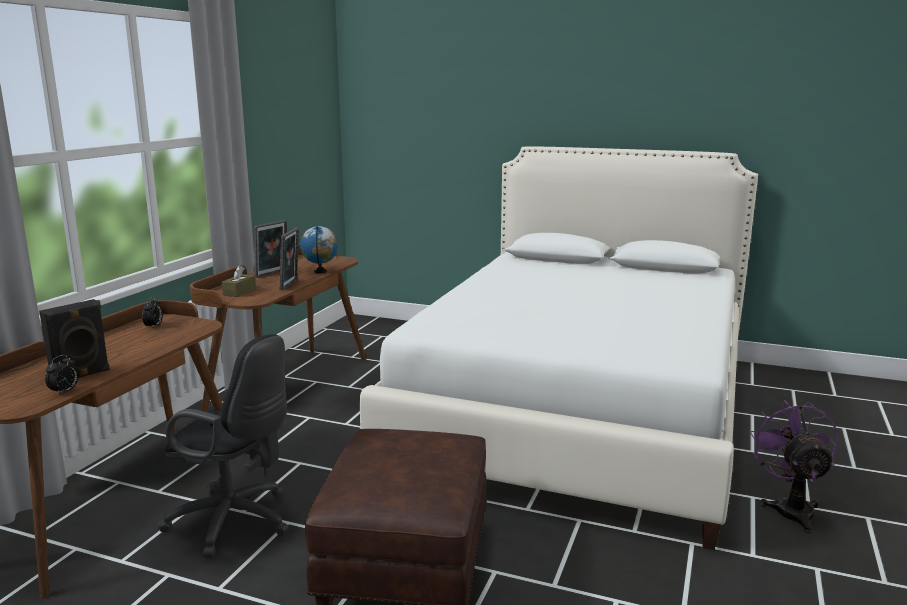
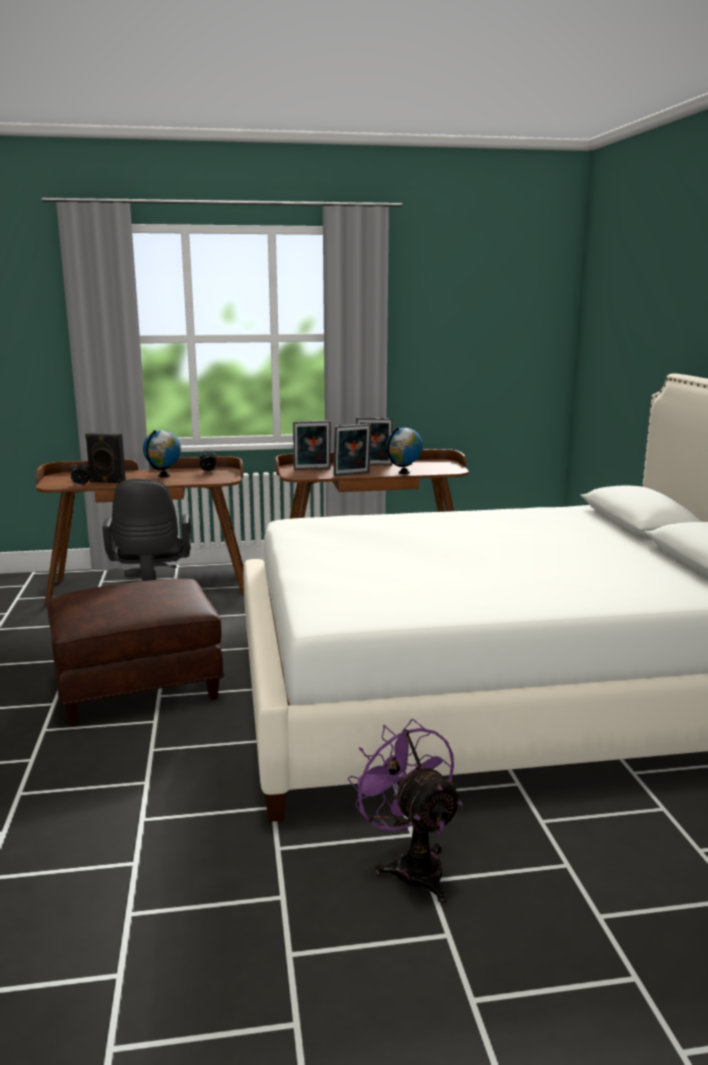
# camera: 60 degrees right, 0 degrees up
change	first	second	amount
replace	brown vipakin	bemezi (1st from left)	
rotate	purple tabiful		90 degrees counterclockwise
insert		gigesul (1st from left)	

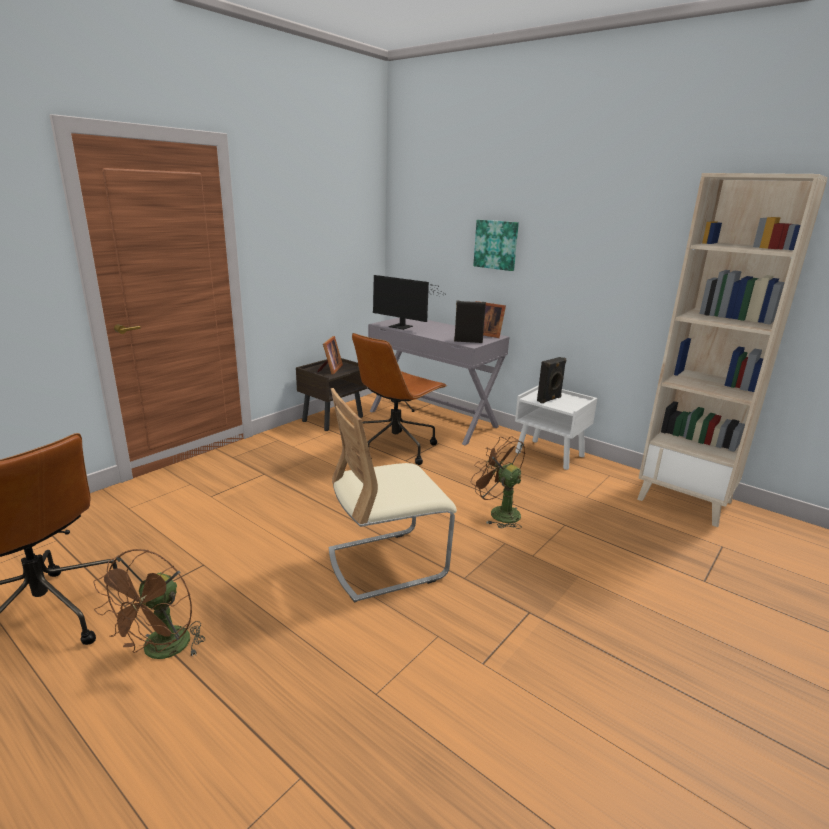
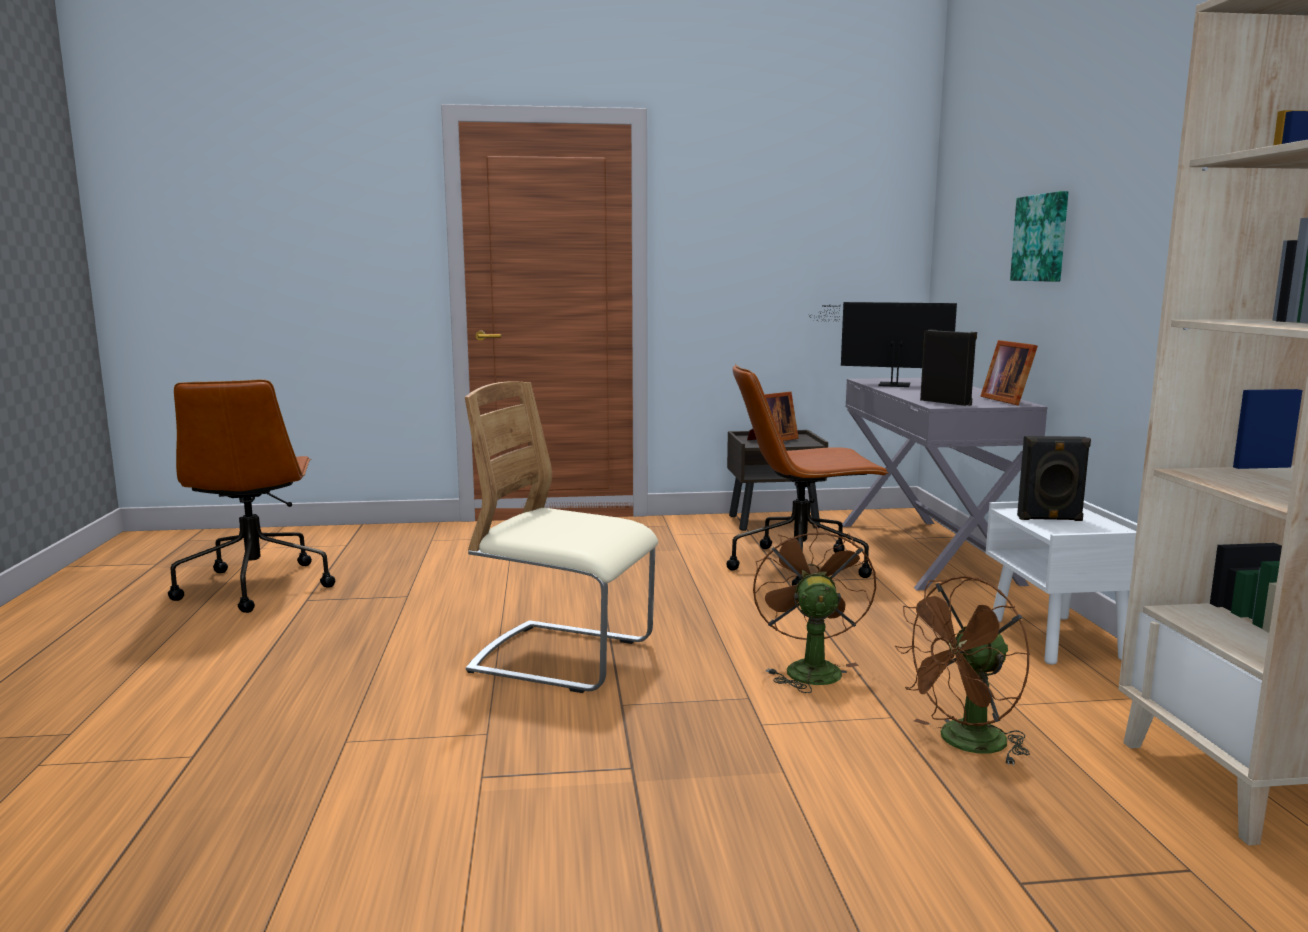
# camera: 45 degrees right, 10 degrees down
change	first	second	amount
move	brown tabiful (1st from left in the first image)	brown tabiful (2nd from left)	
rotate	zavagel		120 degrees clockwise

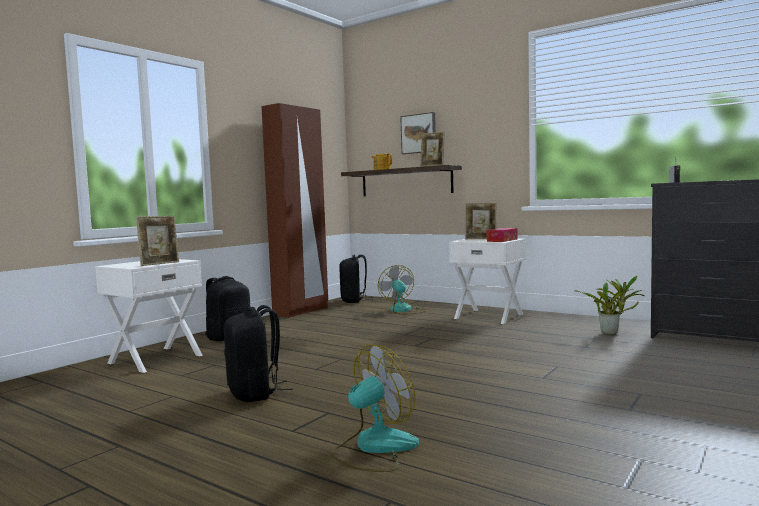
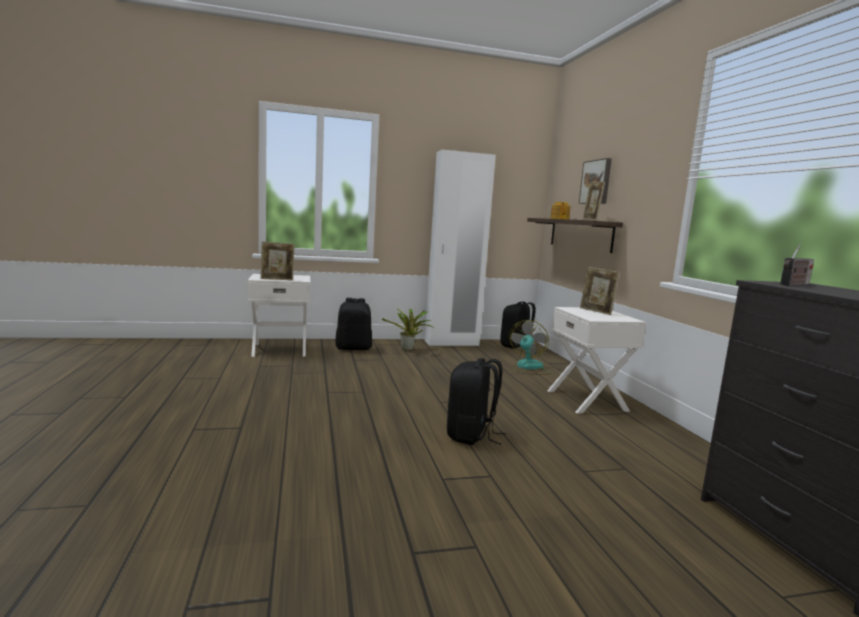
# camera: 40 degrees right, 5 degrees up
change	first	second	amount
move	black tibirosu (2nd from left)		
recolor	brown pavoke	white pavoke	
delete	tabiful (1st from left)		
delete	vipakin		
move	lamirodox		

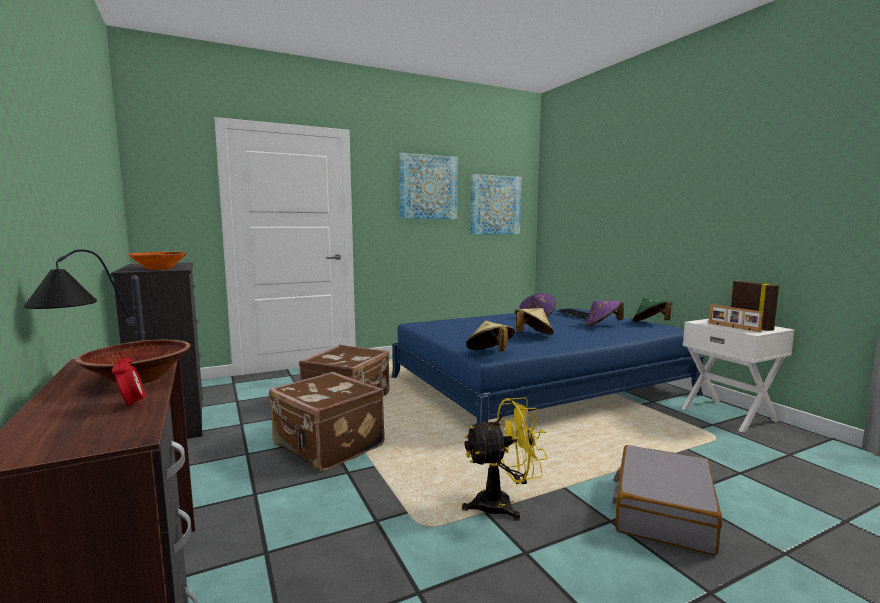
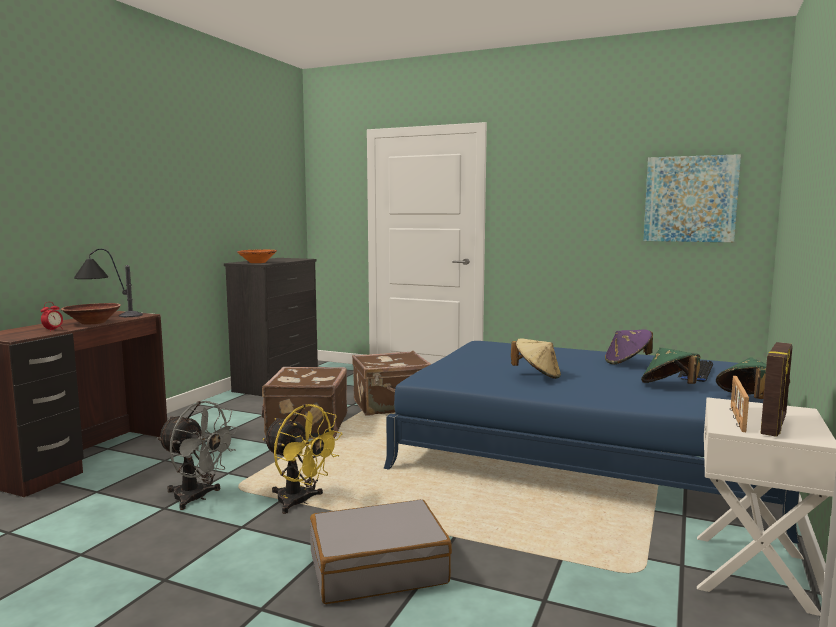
# camera: 50 degrees right, 0 degrees up
change	first	second	amount
delete	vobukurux (1st from left)		
delete	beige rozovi (1st from left)		
recolor	purple rozovi (2nd from left)	green rozovi (1st from left)	
insert		grey tabiful	

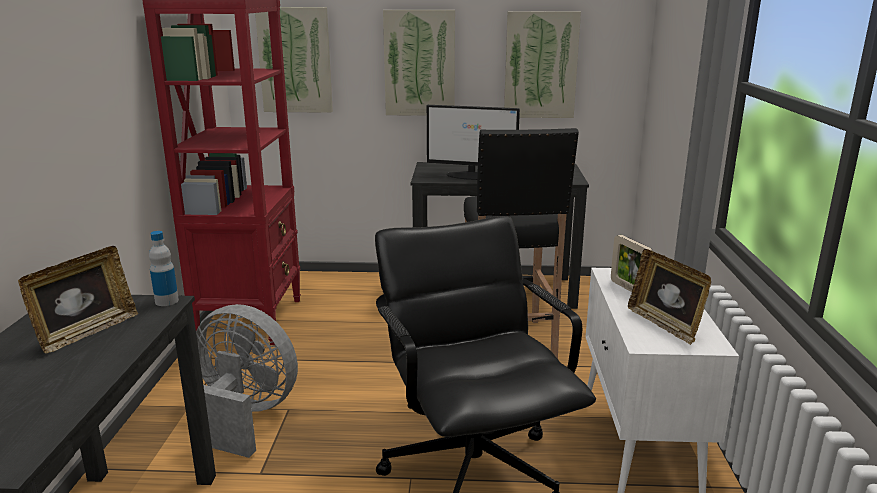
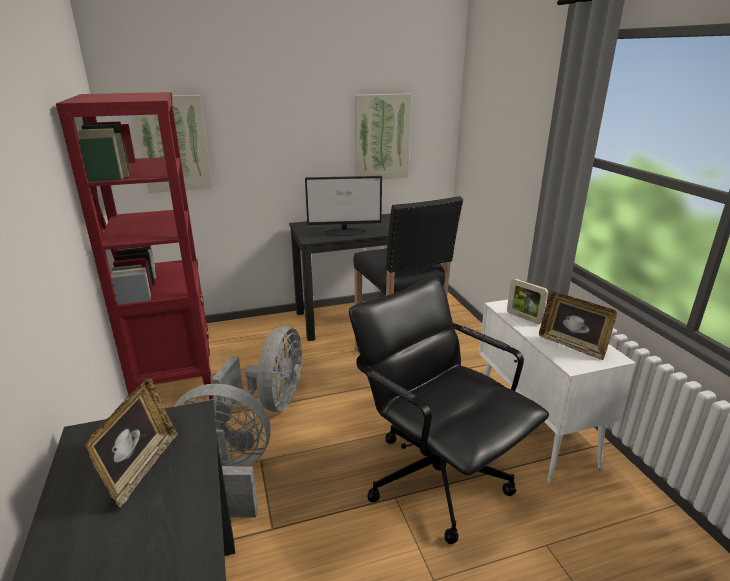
# camera: 20 degrees left, 5 degrees up
change	first	second	amount
delete	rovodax		
delete	vobukurux (2nd from left)		
insert		grey tabiful (2nd from left)	

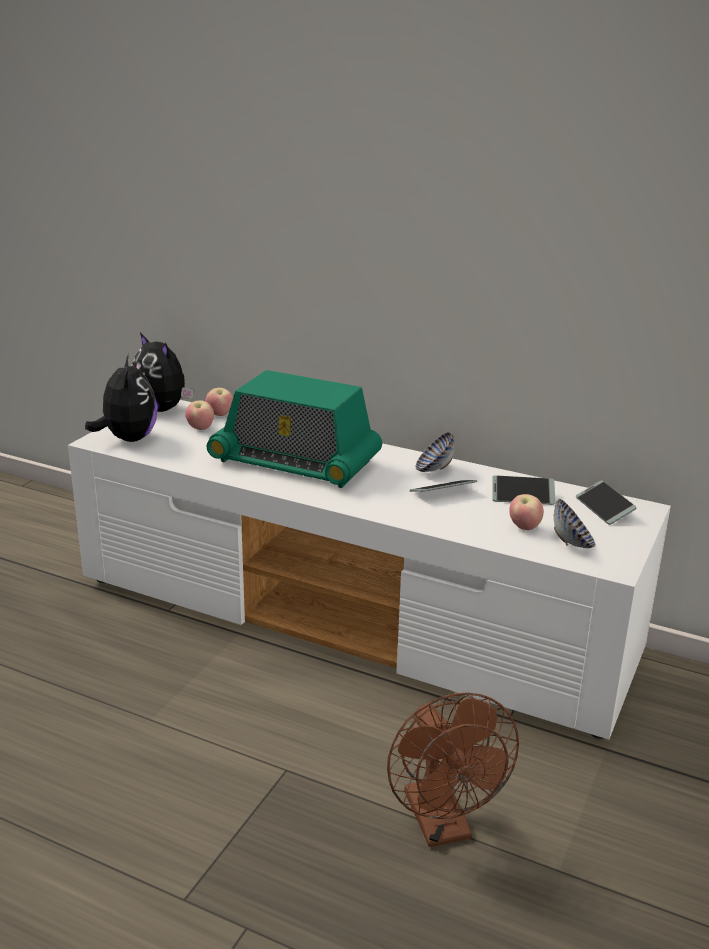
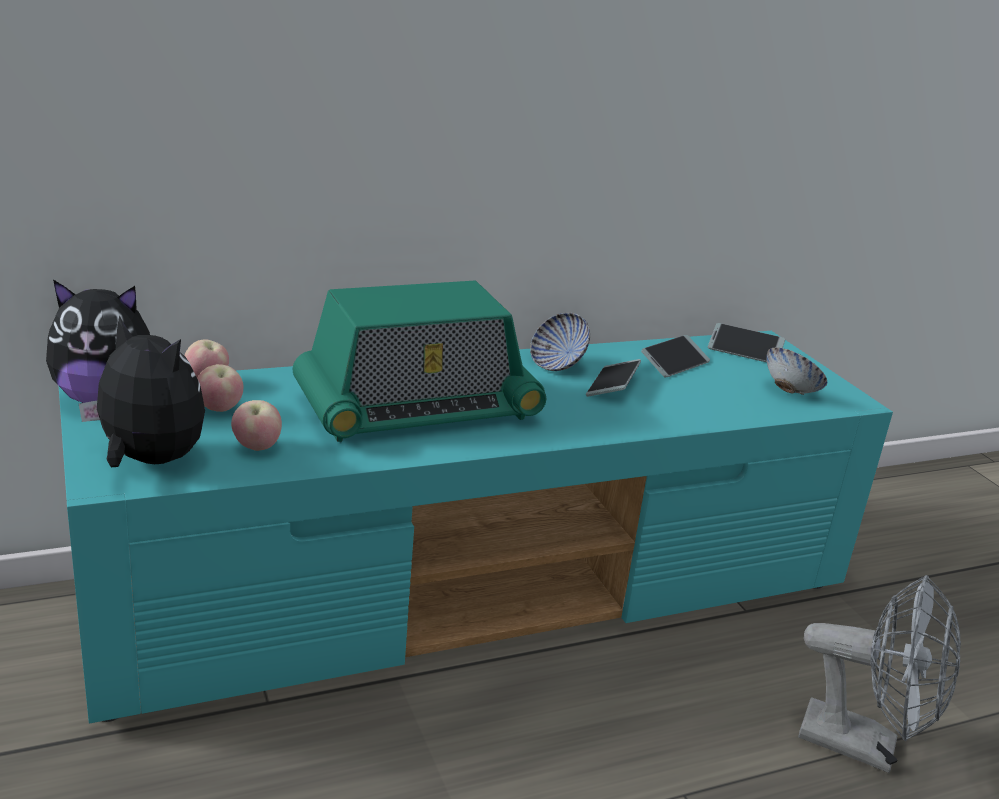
# camera: 50 degrees left, 0 degrees up
change	first	second	amount
recolor	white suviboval	turquoise suviboval	
recolor	brown tabiful	grey tabiful	
move	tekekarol (3rd from left)		

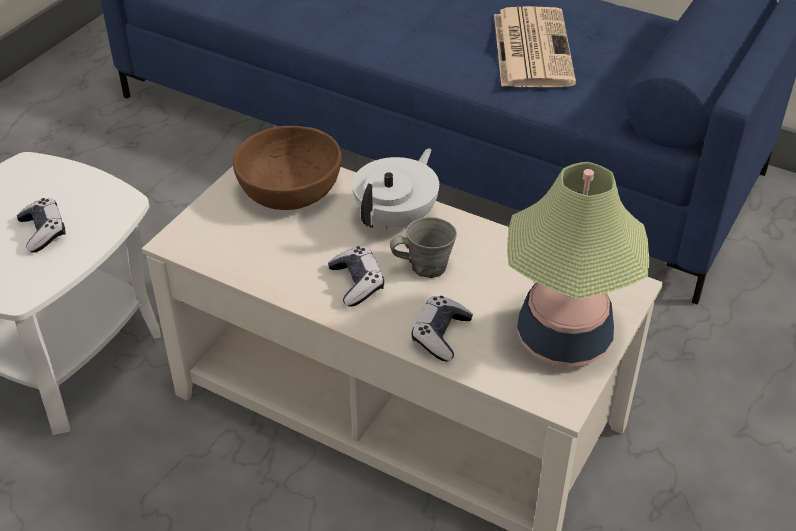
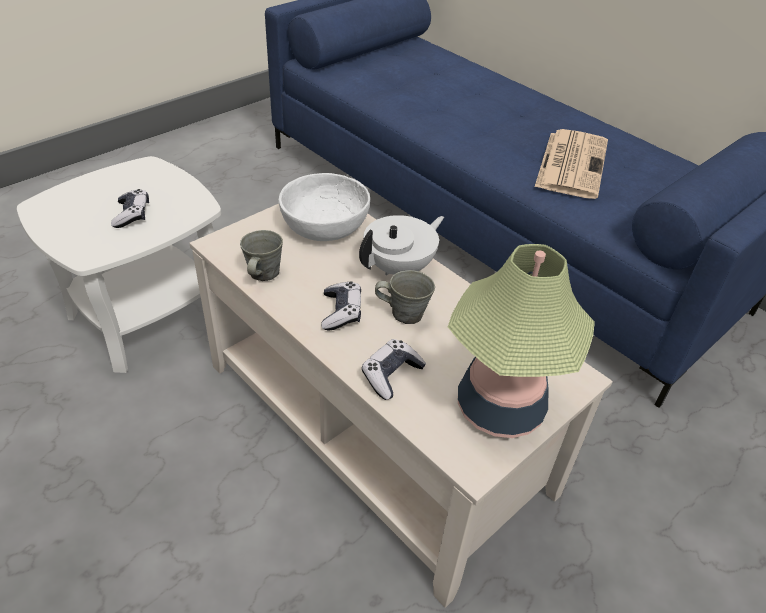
# camera: 15 degrees right, 0 degrees up
change	first	second	amount
recolor	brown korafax	white korafax	
insert		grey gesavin (1st from left)	

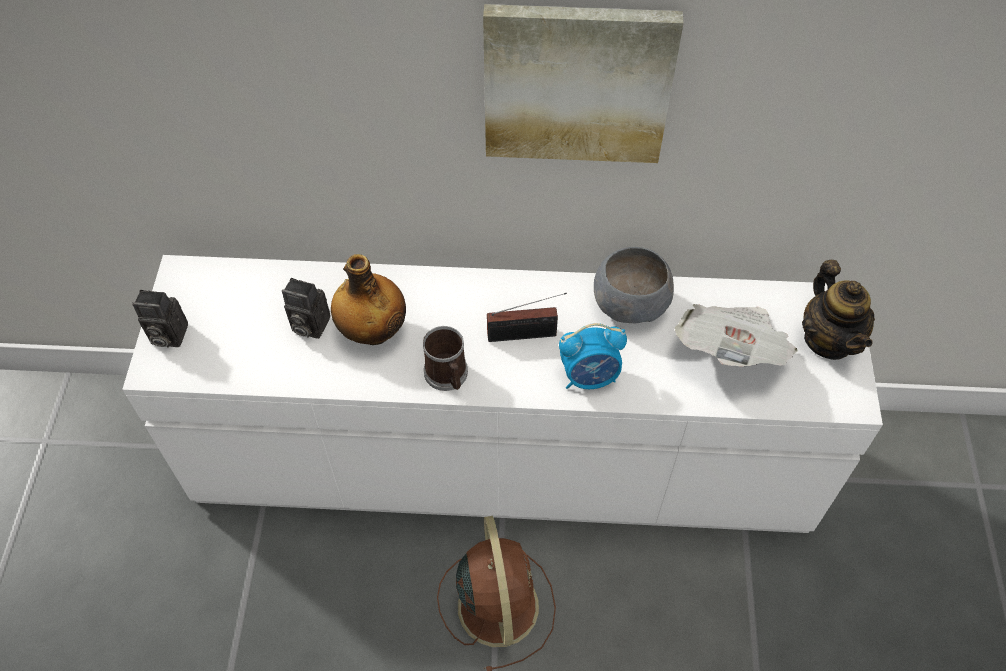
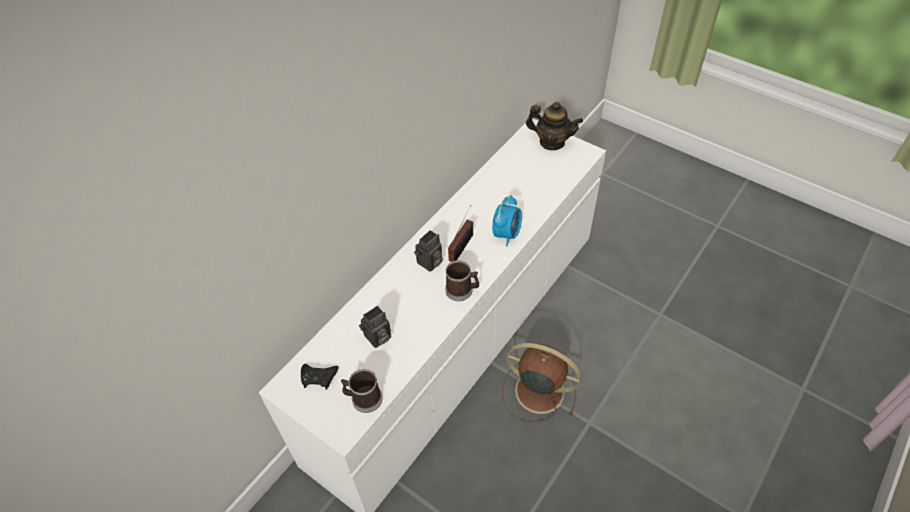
# camera: 55 degrees left, 5 degrees down
change	first	second	amount
move	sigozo (1st from left in the first image)	sigozo (2nd from left)	
delete	rovodax		
delete	vobukurux		
delete	grey korafax		
delete	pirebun		
insert		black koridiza	
insert		gesavin (1st from left)	

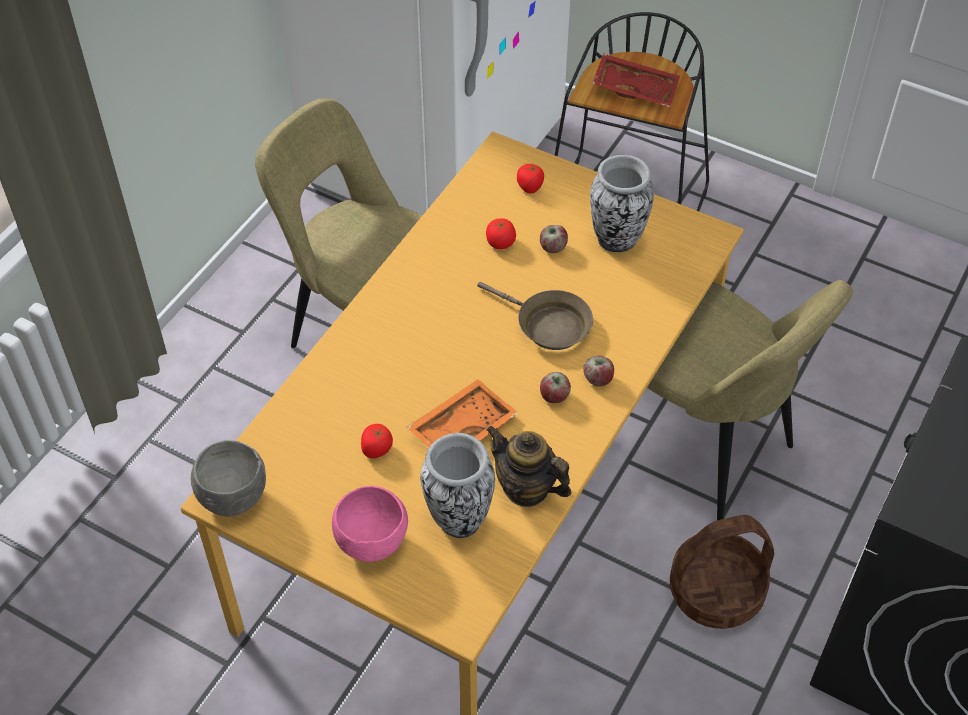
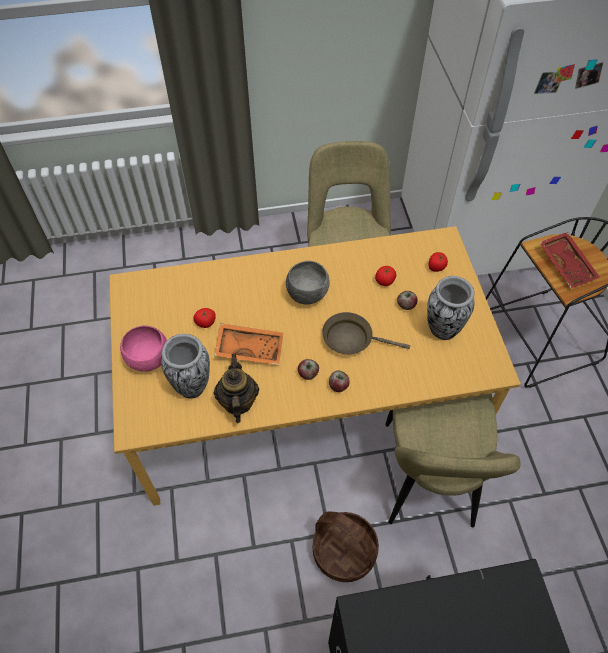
# camera: 50 degrees right, 5 degrees up
change	first	second	amount
move	grey korafax		
rotate	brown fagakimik		105 degrees clockwise

